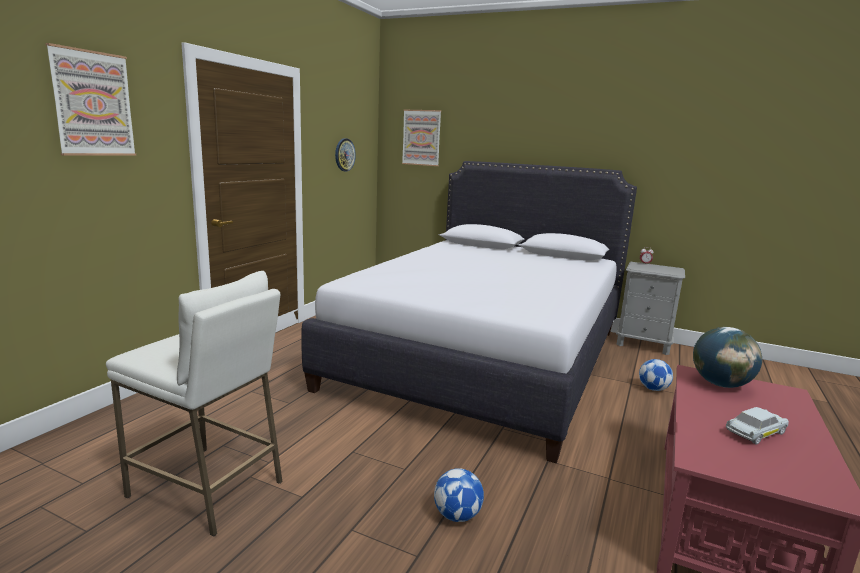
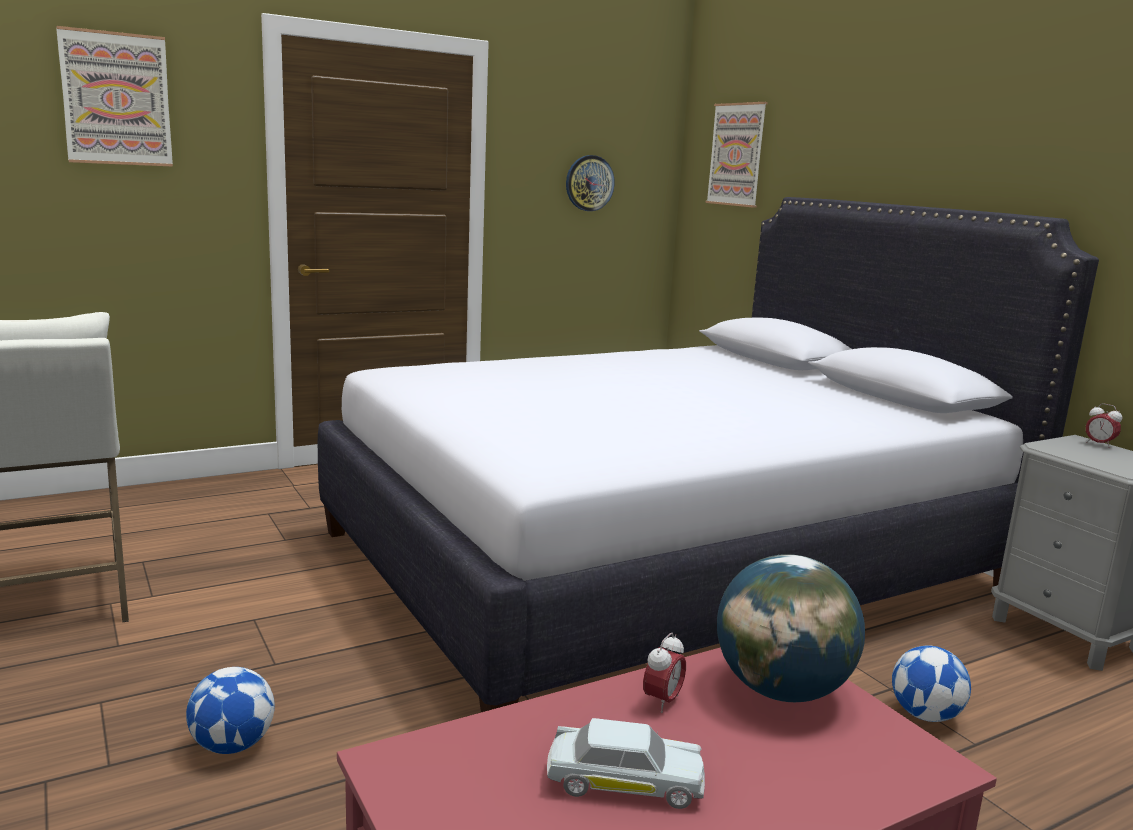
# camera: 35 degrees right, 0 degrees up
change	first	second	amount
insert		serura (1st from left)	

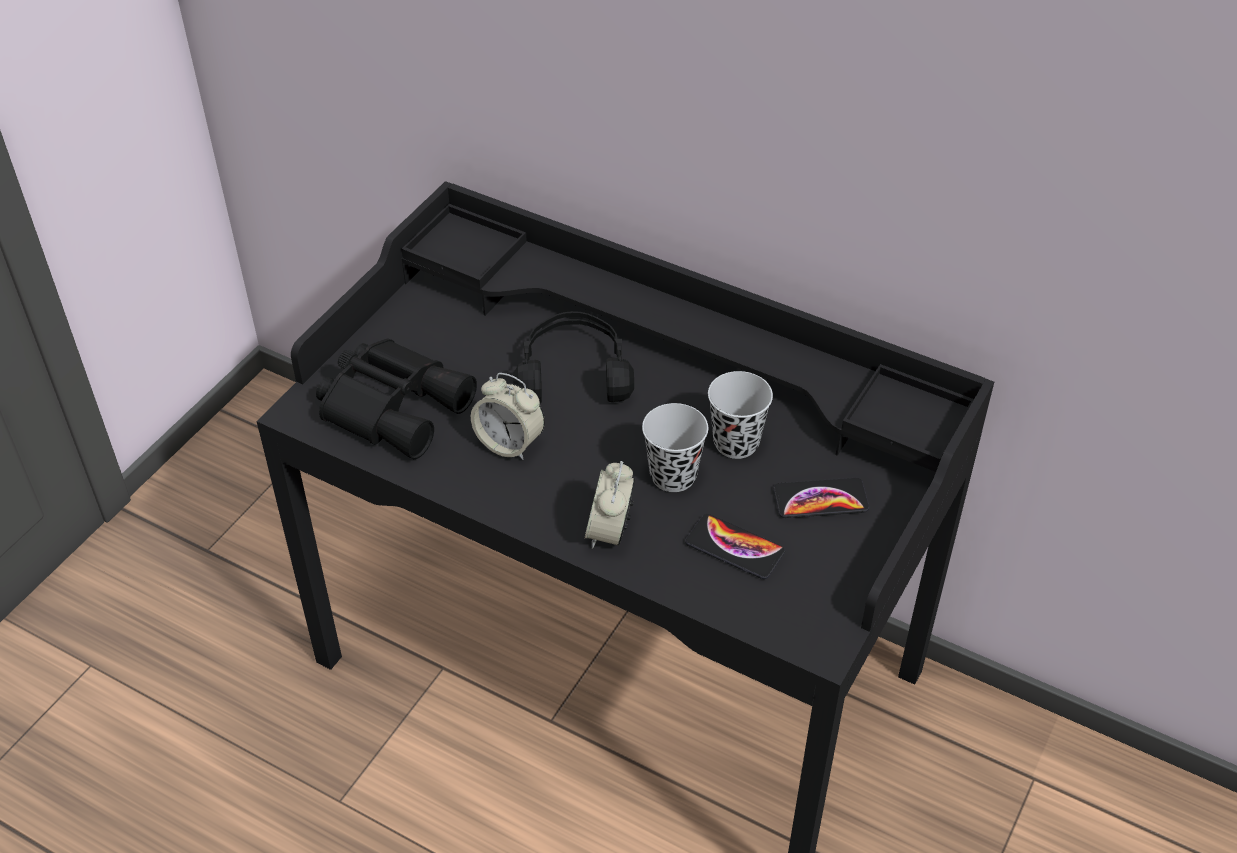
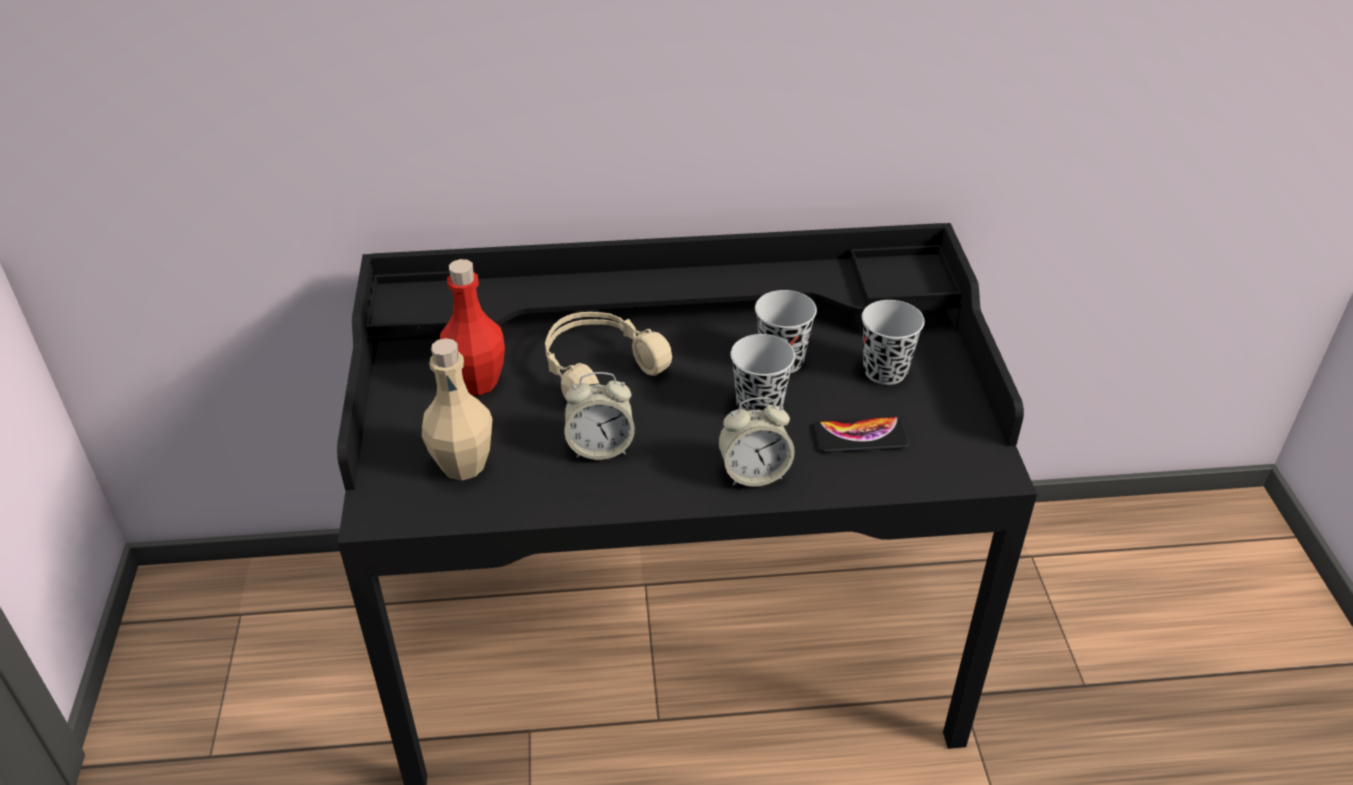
# camera: 35 degrees left, 5 degrees down
change	first	second	amount
replace	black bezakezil	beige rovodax	
recolor	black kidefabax	beige kidefabax	
rotate	serura (2nd from left)		75 degrees counterclockwise
replace	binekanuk (2nd from left)	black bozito (3rd from left)	
insert		red rovodax	

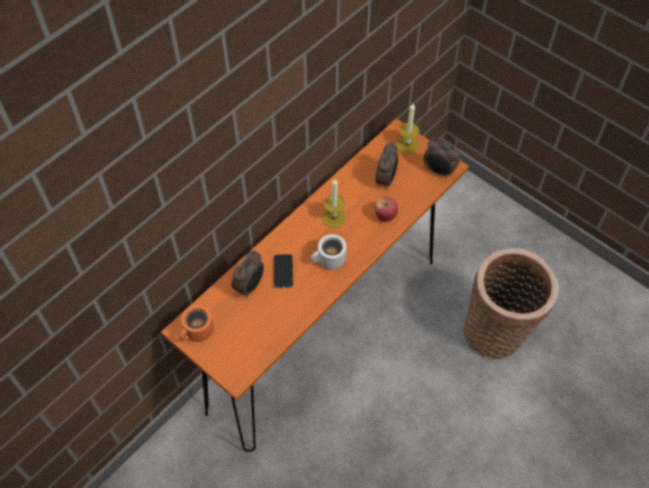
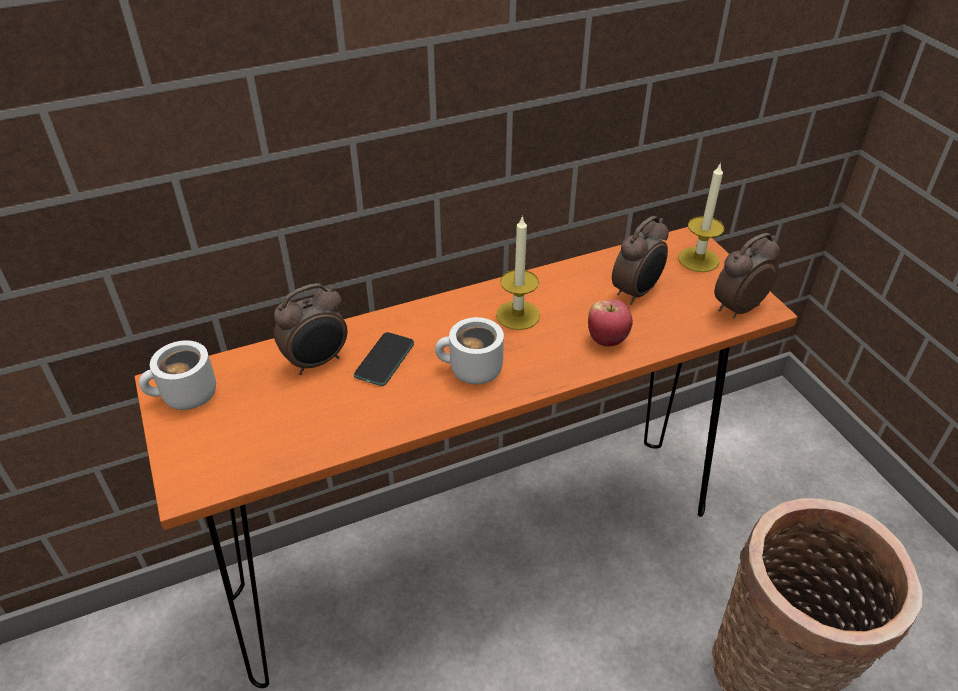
# camera: 25 degrees right, 15 degrees down
change	first	second	amount
recolor	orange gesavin	white gesavin (1st from left)	
rotate	serura (3rd from left)		90 degrees clockwise

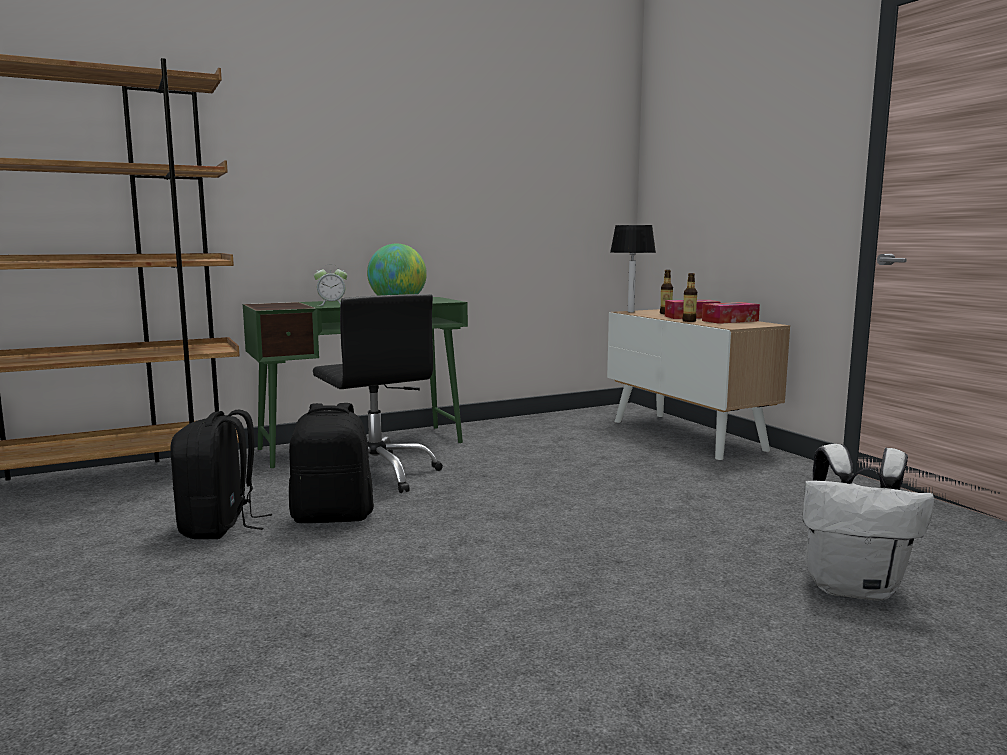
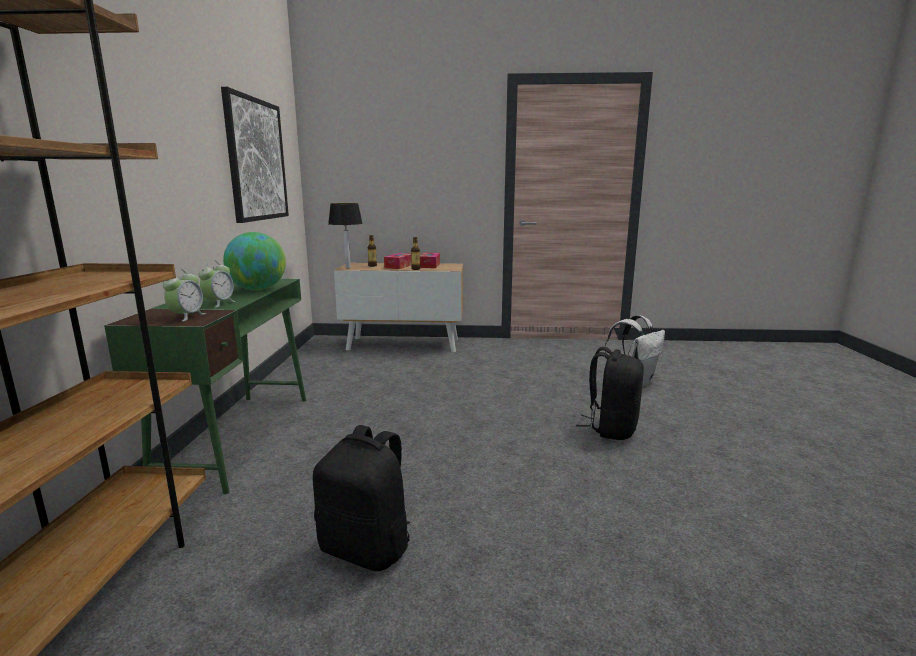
# camera: 60 degrees left, 5 degrees up
change	first	second	amount
move	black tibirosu (2nd from left)		
delete	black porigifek		
insert		serura (1st from left)	
insert		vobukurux	

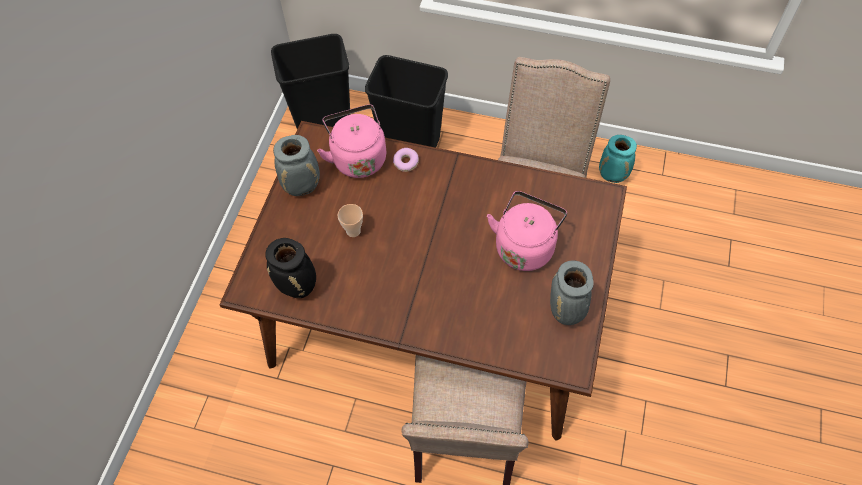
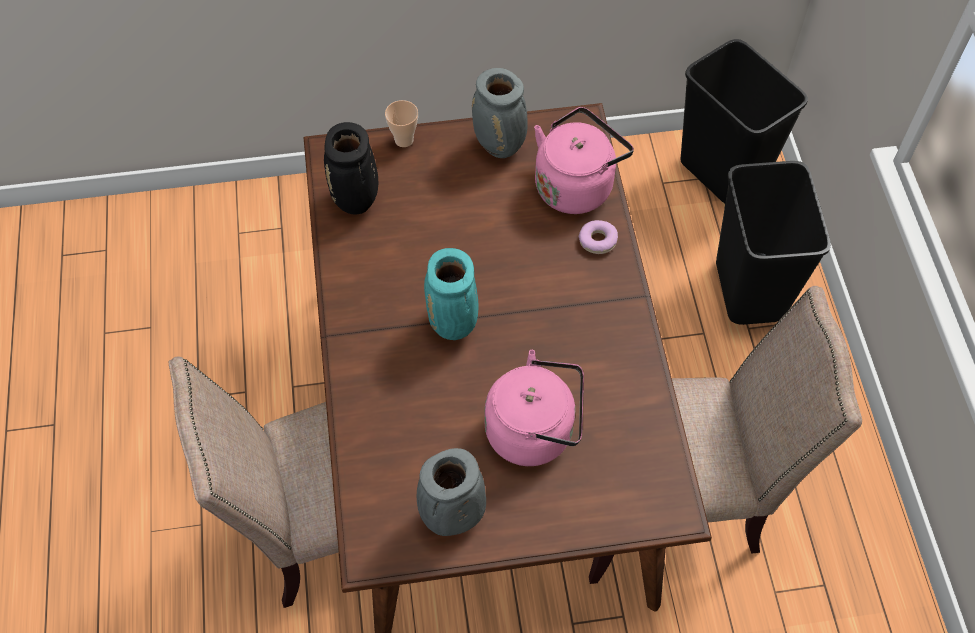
# camera: 65 degrees right, 0 degrees up
change	first	second	amount
move	bozito		
move	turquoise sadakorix		

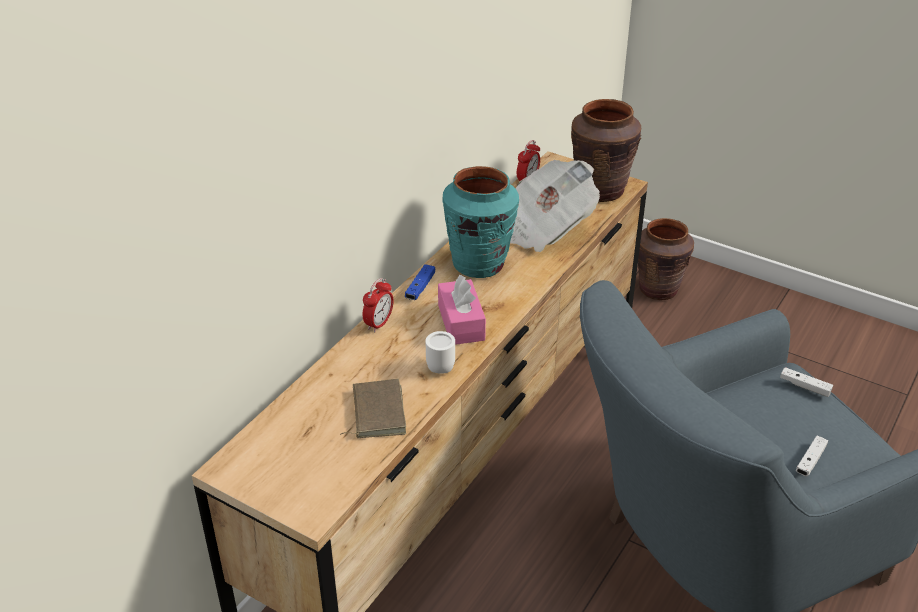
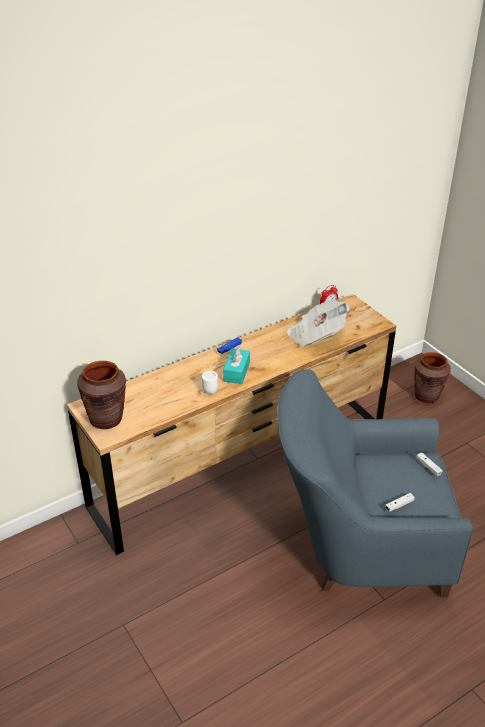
# camera: 25 degrees right, 0 degrees up
change	first	second	amount
delete	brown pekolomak		
delete	serura (1st from left)		
recolor	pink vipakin	turquoise vipakin	
delete	turquoise sadakorix		
move	brown sadakorix (1st from left)		

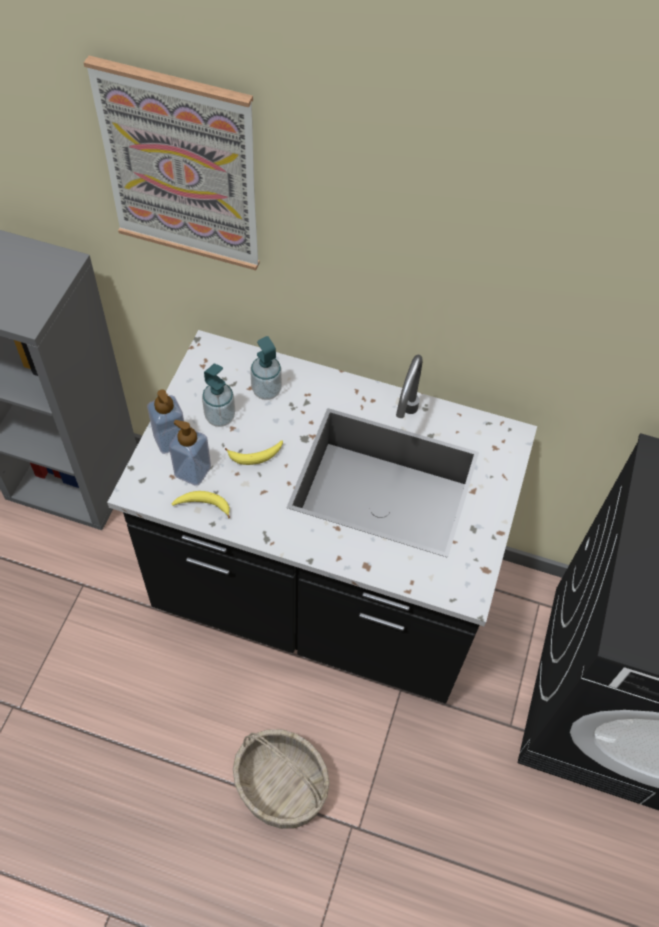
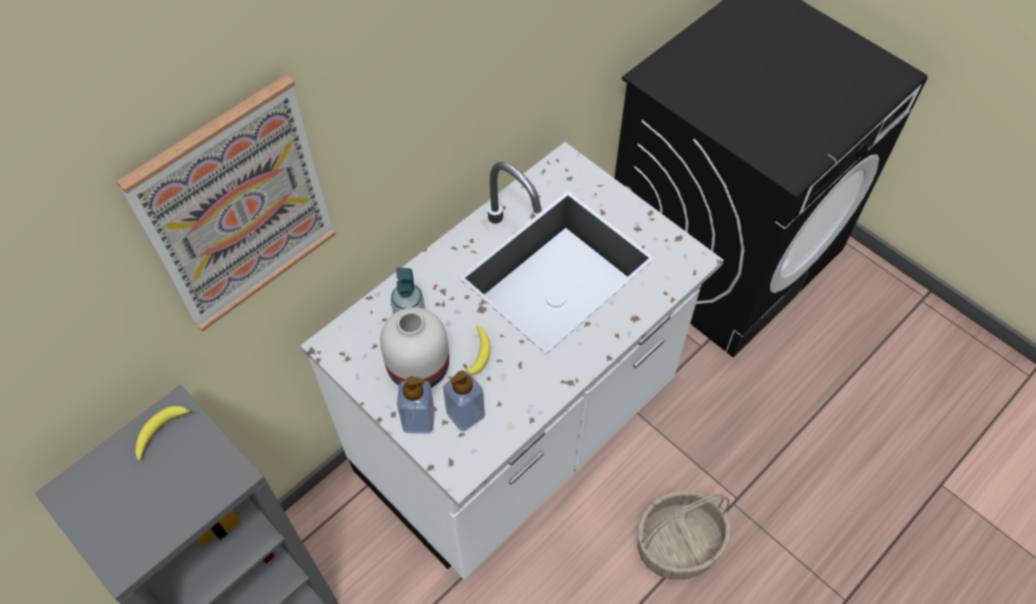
# camera: 60 degrees left, 0 degrees up
change	first	second	amount
recolor	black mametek	white mametek	
move	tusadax (1st from left)		
replace	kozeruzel (3rd from left)	white sadakorix	

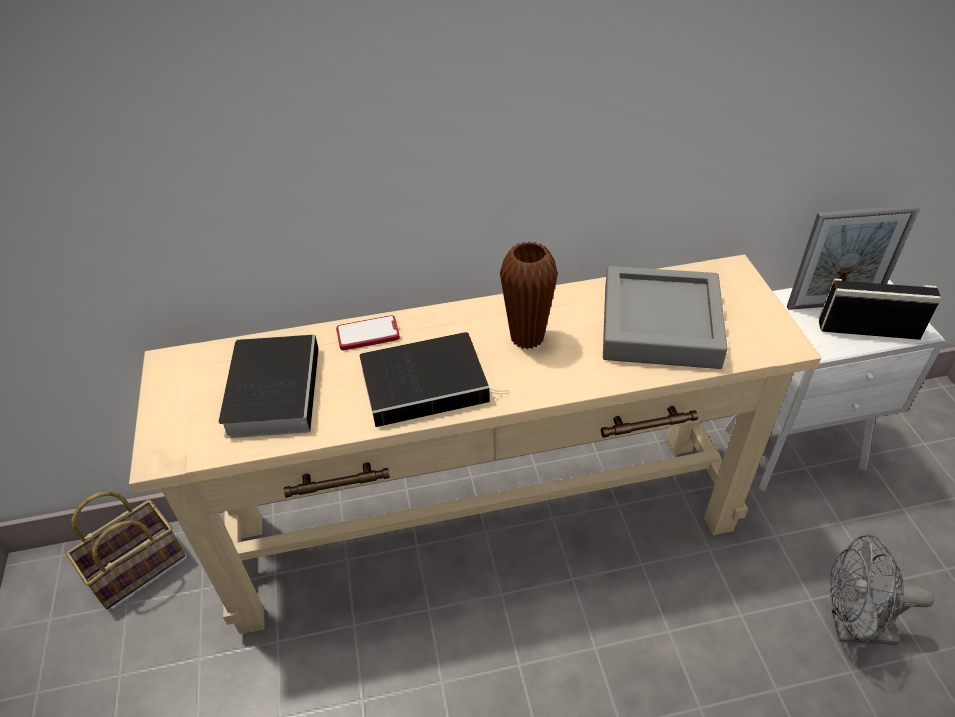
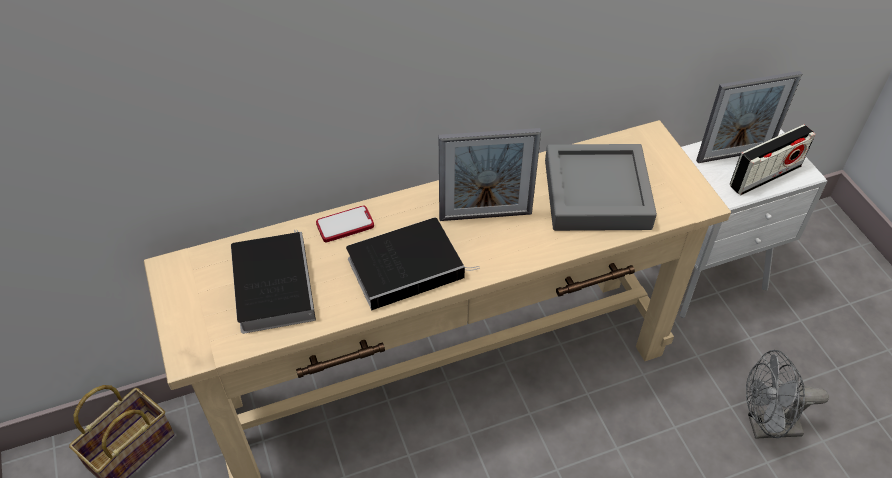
# camera: 10 degrees left, 5 degrees up
change	first	second	amount
replace	brown sadakorix	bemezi (1st from left)	
rotate	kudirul		150 degrees clockwise

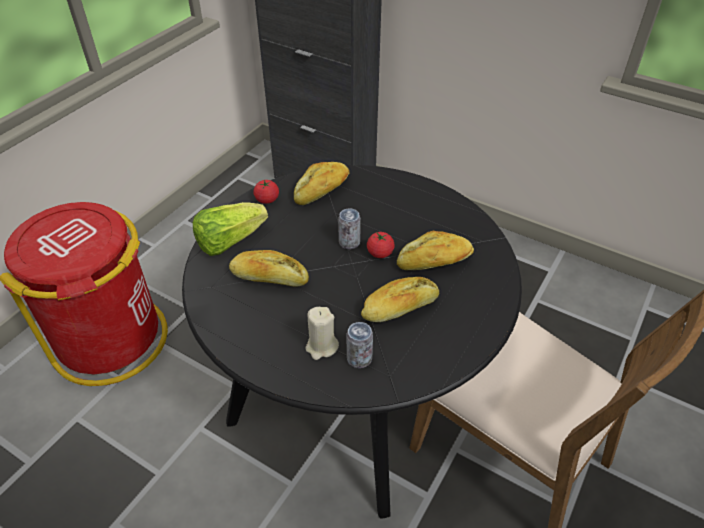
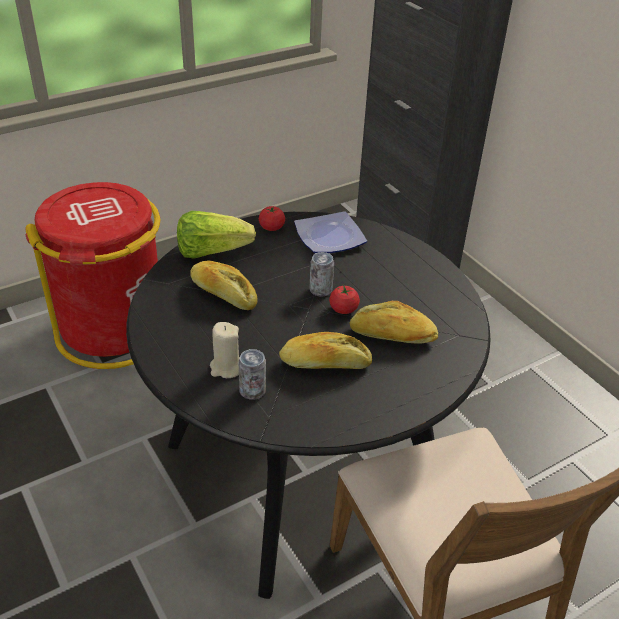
# camera: 25 degrees right, 5 degrees down
change	first	second	amount
replace	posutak (2nd from left)	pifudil	

